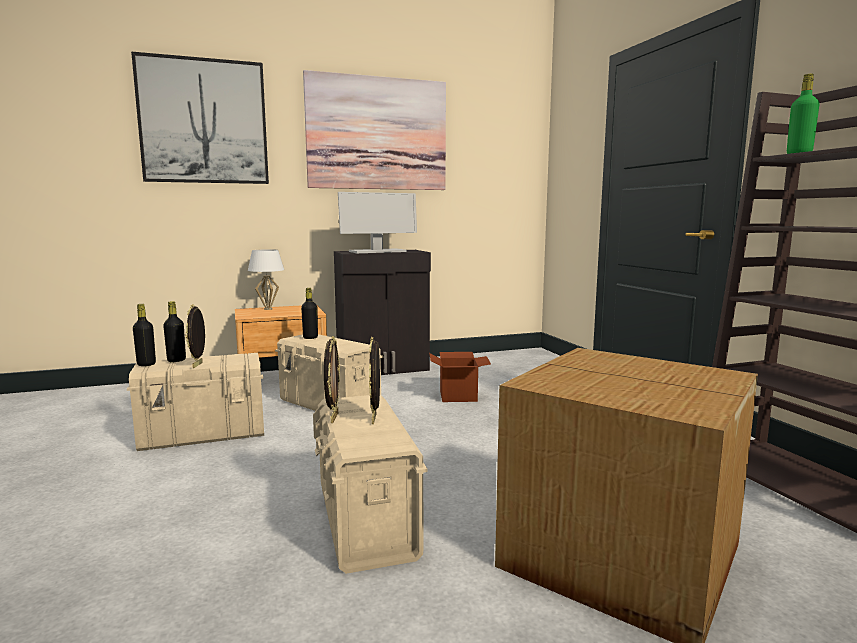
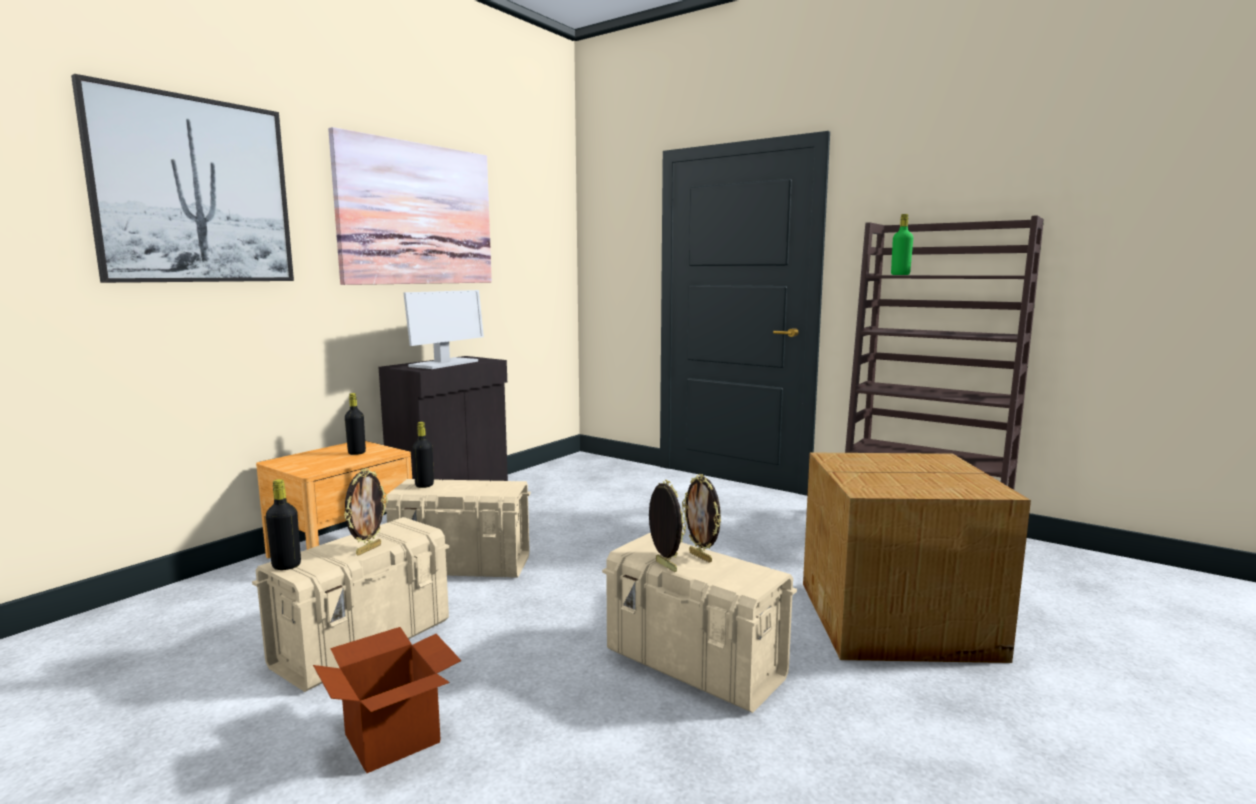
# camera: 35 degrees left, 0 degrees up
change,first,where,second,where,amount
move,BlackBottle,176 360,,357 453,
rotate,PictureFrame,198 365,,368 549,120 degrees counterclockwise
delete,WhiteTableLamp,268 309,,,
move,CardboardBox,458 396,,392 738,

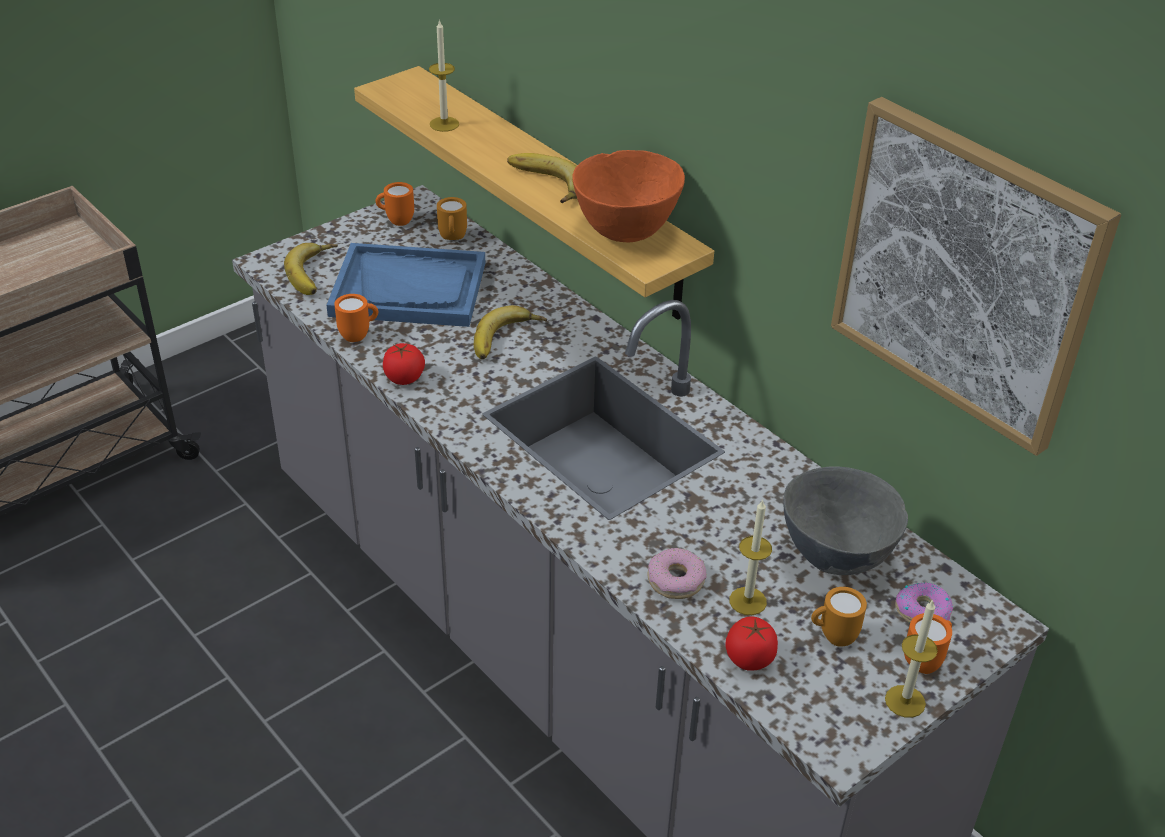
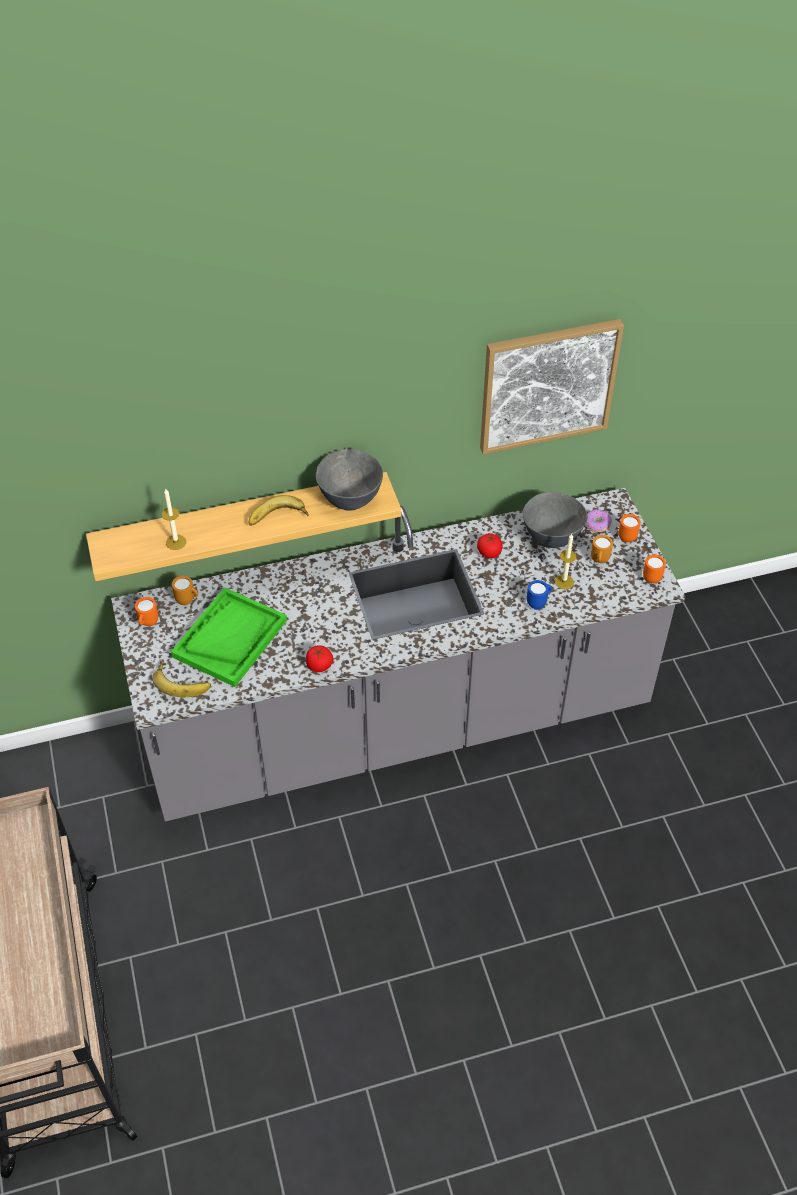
# camera: 65 degrees left, 10 degrees up
change,first,where,second,where,amount
recolor,BlueTray,409 289,GreenTray,230 638,
move,OrangeMug,359 335,,651 576,
delete,Banana,507 340,,,
recolor,OrangeBowl,624 233,GreyBowl,349 501,
replace,Donut,675 580,BlueMug,538 603,
move,Tomato,749 658,,489 553,
delete,Candle,905 701,,,

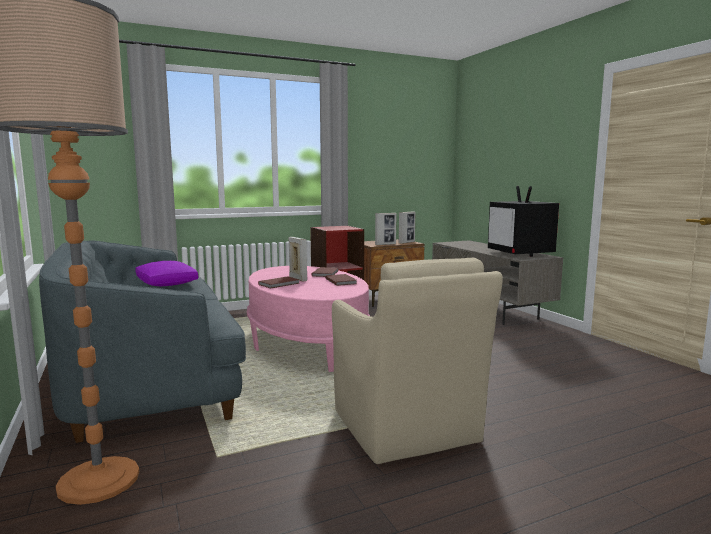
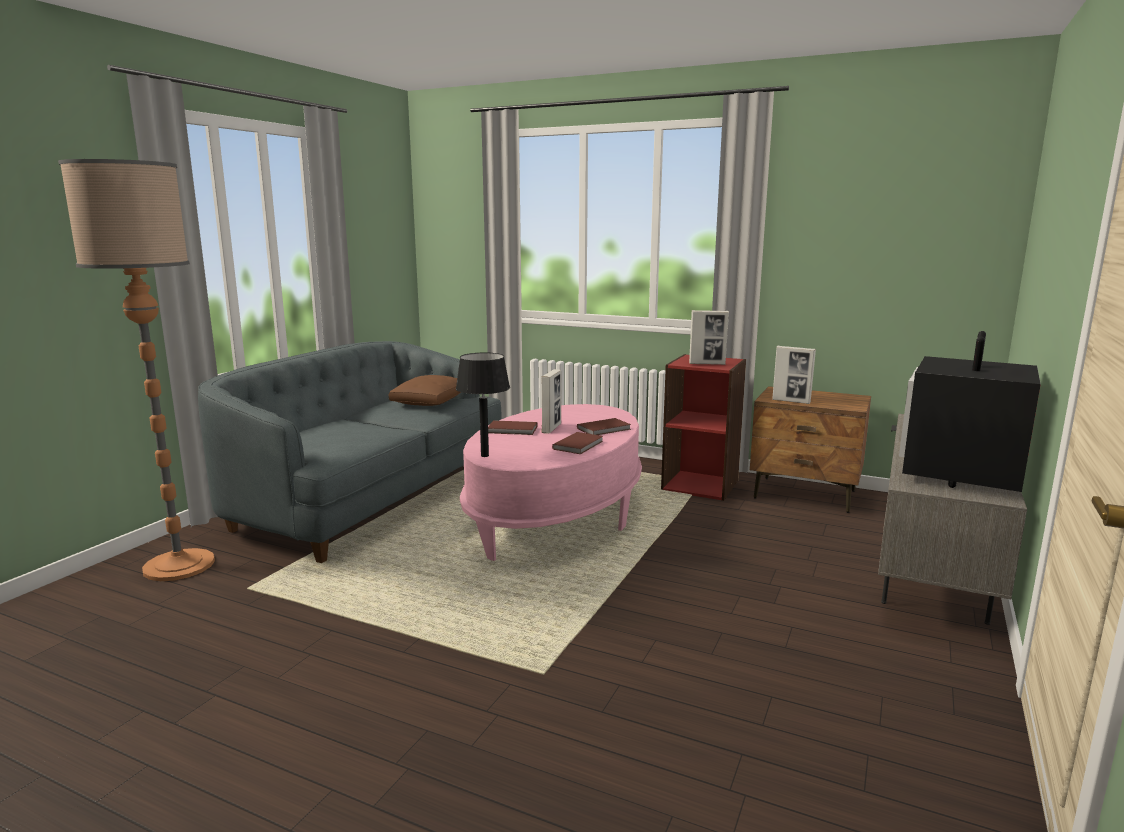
# camera: 50 degrees right, 5 degrees up
change,first,where,second,where,amount
recolor,PurplePillow,166 283,BrownPillow,429 401,
delete,BeigeArmchair,406 428,,,
move,PictureFrame,406 242,,707 364,
insert,,,BlackTableLamp,485 455,

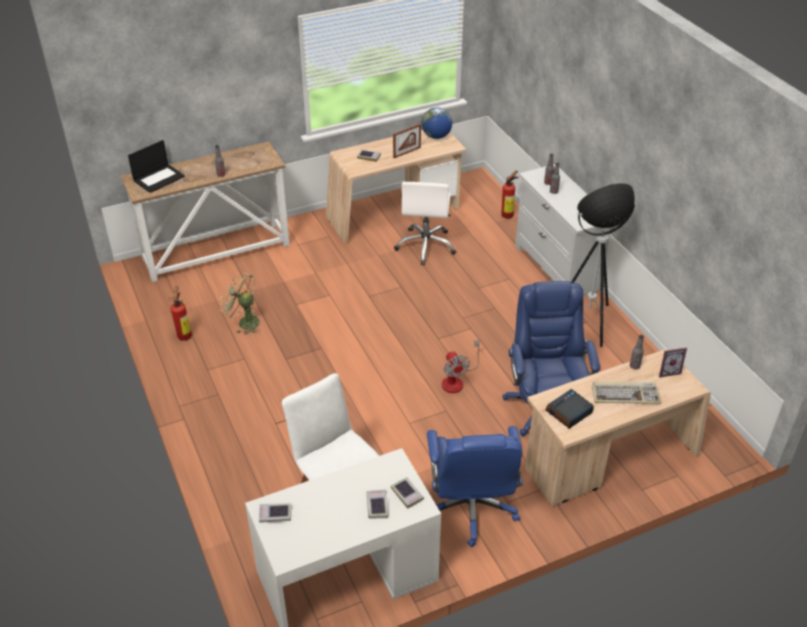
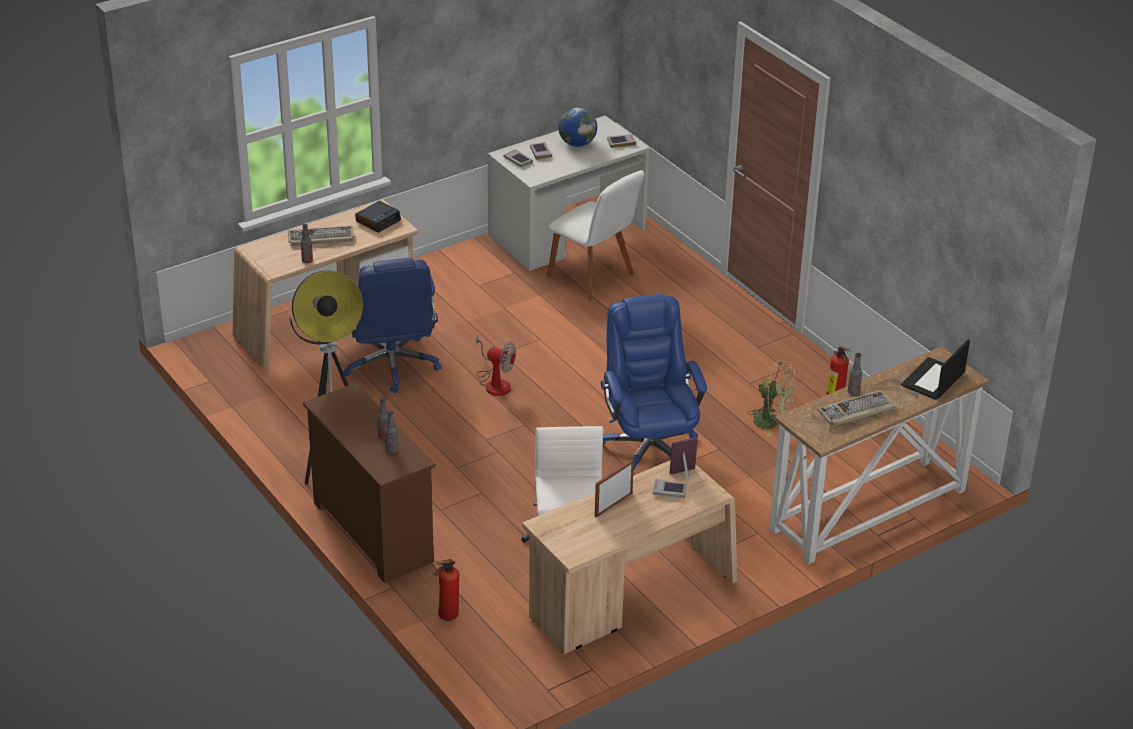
# camera: 170 degrees right, 5 degrees down
change,first,where,second,where,amount
move,Globe,436 136,,577 144,
move,BlueOfficeChair,471 508,,649 448,
rotate,Fan,456 380,,495 382,135 degrees clockwise
recolor,WhiteDresser,556 268,BrownDresser,372 531,
move,PictureFrame,667 371,,685 475,
insert,,,Keyboard,856 411,

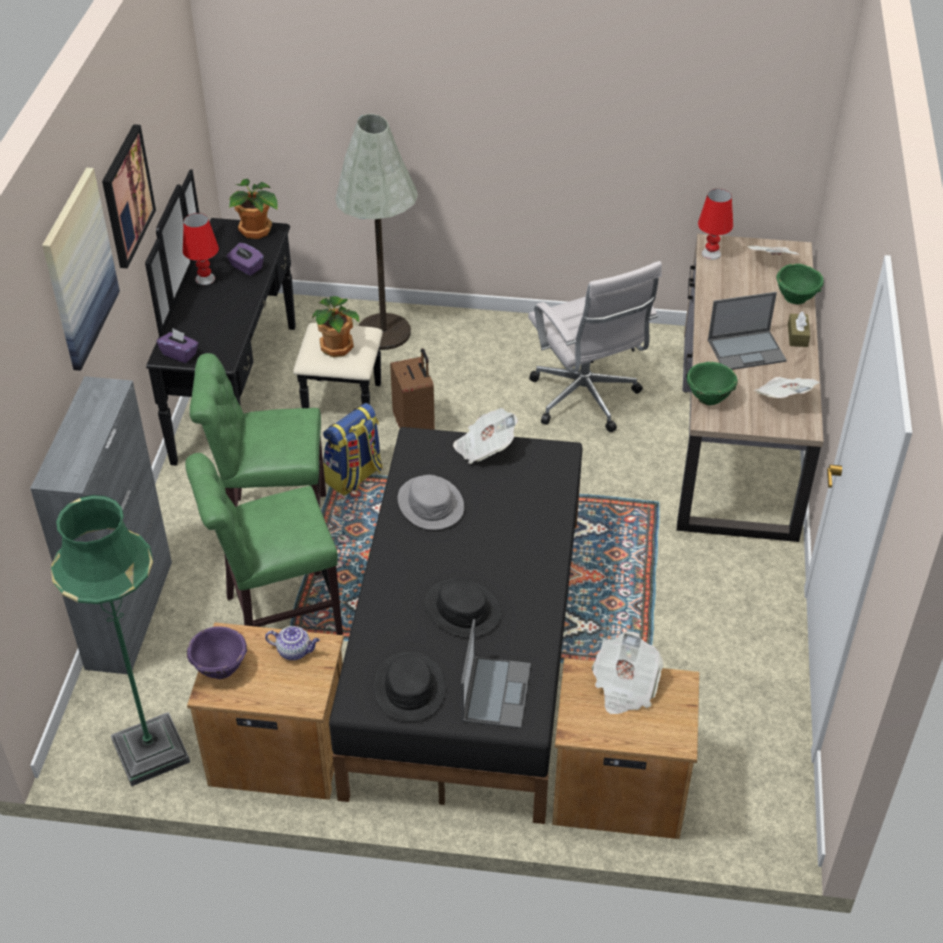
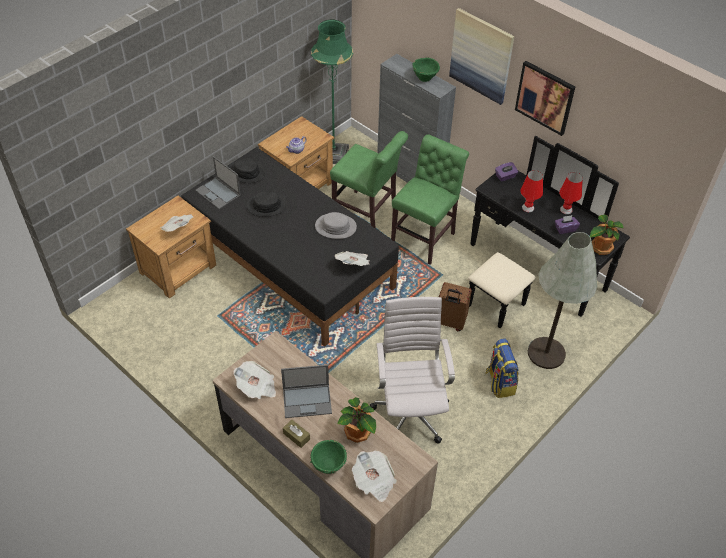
# camera: 125 degrees right, 5 degrees up
change,first,where,second,where,amount
rotate,GreenChair,276 616,,367 214,105 degrees clockwise
delete,PurpleBowl,220 667,,,
move,PottedPlant,338 347,,357 433,
move,Backpack,354 477,,499 382,
rotate,WhiteOfficeChair,586 401,,410 411,75 degrees clockwise
move,GreenBowl,708 397,,425 77,
move,RedTableLamp,711 254,,528 207,
rotate,Laptop,747 350,,307 401,120 degrees counterclockwise

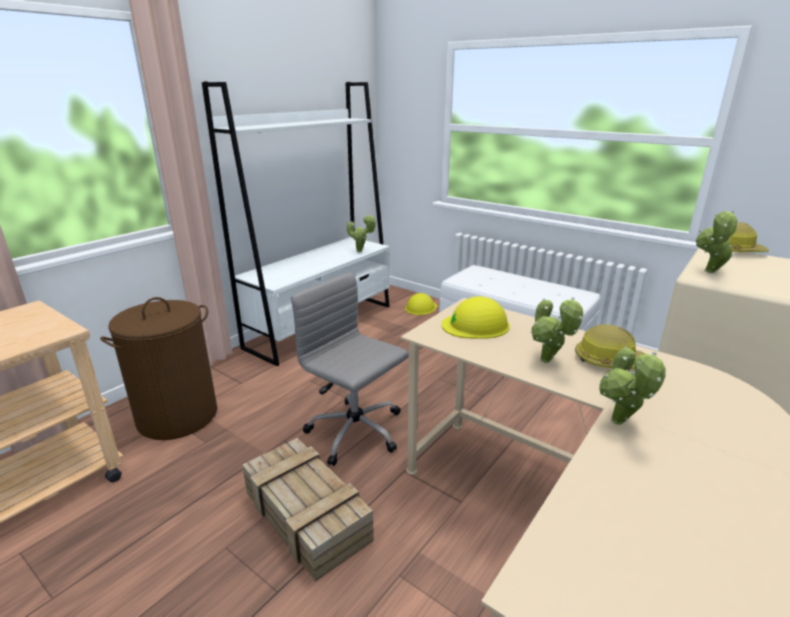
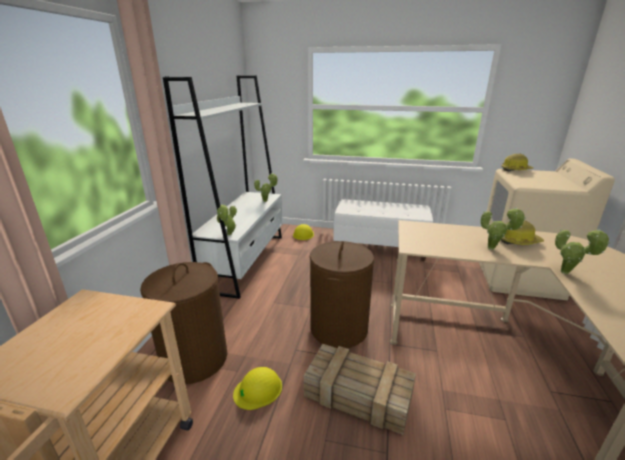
# camera: 25 degrees left, 0 degrees up
change,first,where,second,where,amount
replace,GreyOfficeChair,356 432,BrownLaundryBasket,338 328,
move,YellowHardHat,476 325,,258 389,
move,PottedPlant,709 272,,228 235,

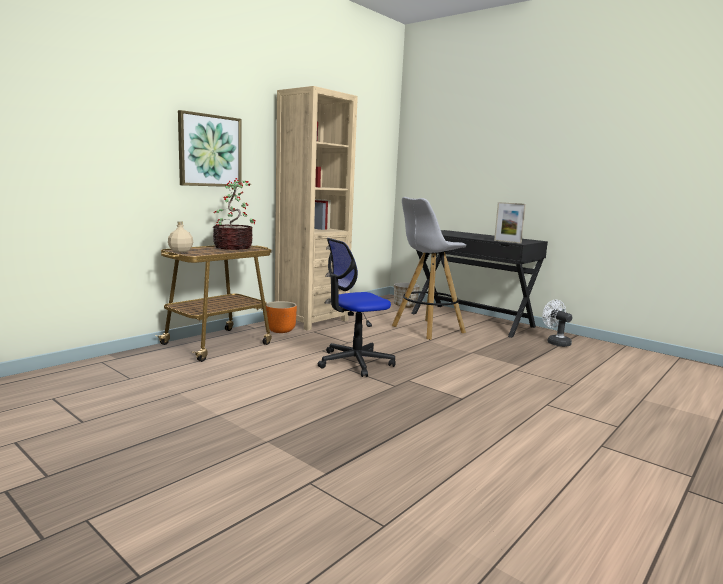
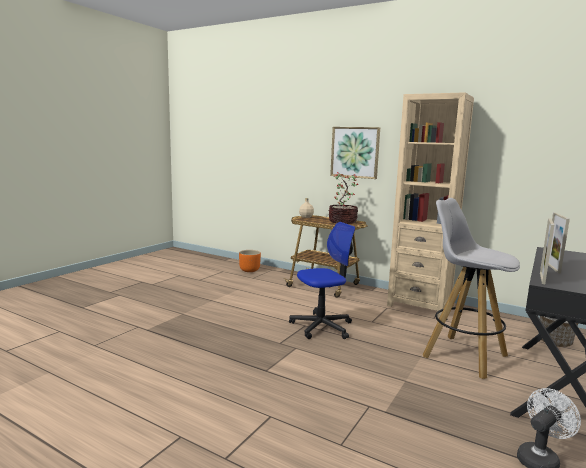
# camera: 80 degrees right, 0 degrees up
change,first,where,second,where,amount
move,OrangePlanter,281 330,,249 270,
rotate,OfficeChair,354 362,,322 326,105 degrees clockwise
insert,,,PictureFrame,552 268,

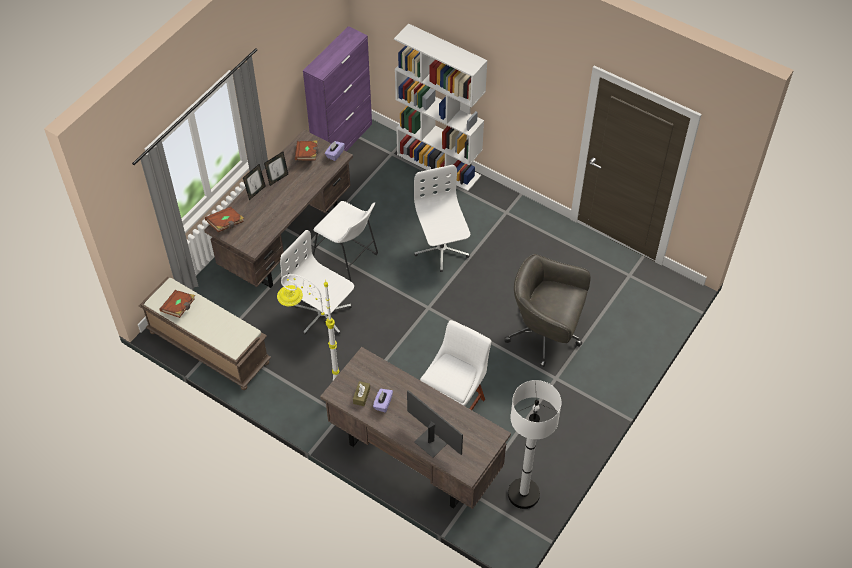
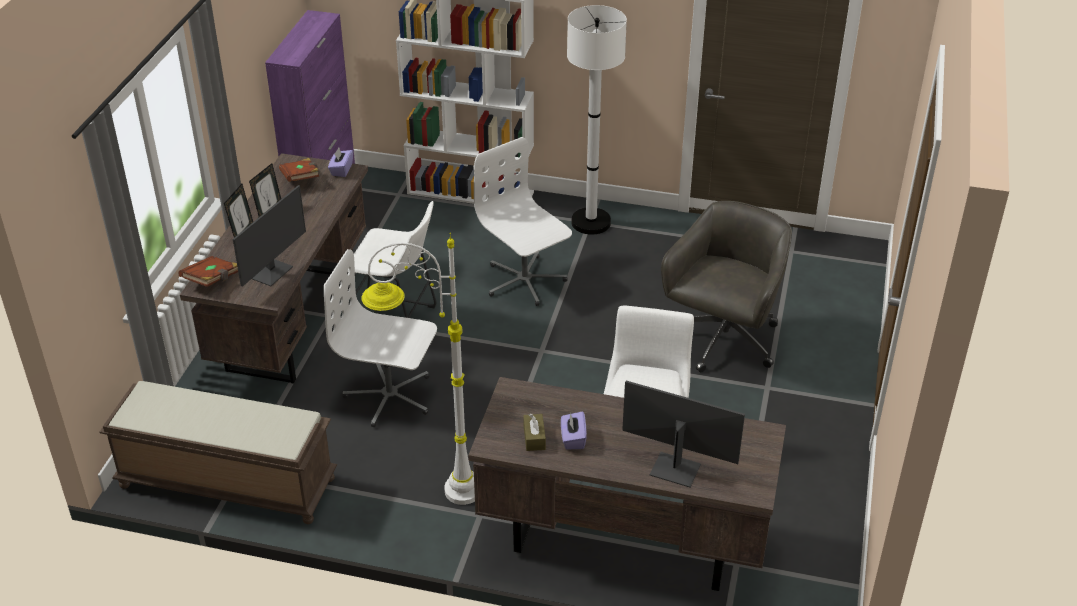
# camera: 20 degrees left, 15 degrees down
change,first,where,second,where,amount
delete,BrownBook,179 307,,,
rotate,GreyOfficeChair,545 334,,722 341,120 degrees clockwise
move,WhiteFloorLamp,523 494,,591 222,
insert,,,Monitor,271 272,

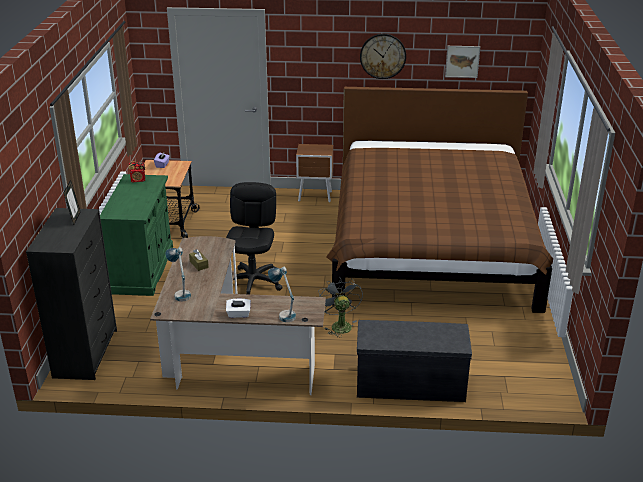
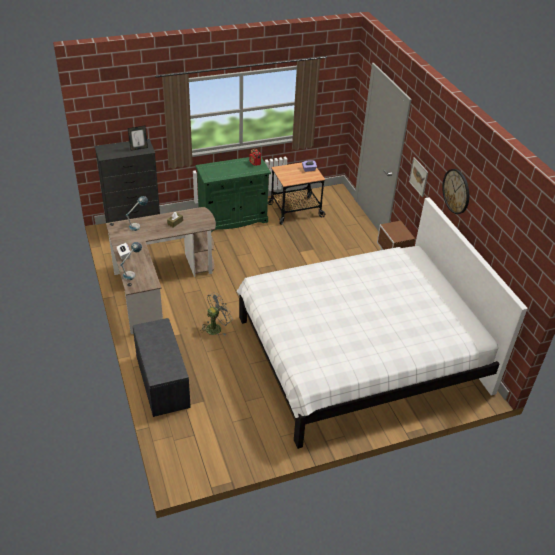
# camera: 65 degrees right, 10 degrees up
change,first,where,second,where,amount
delete,BlackOfficeChair,253 282,,,
recolor,BrownBed,431 246,WhiteBed,360 354,
move,Picture,462 61,,418 177,

